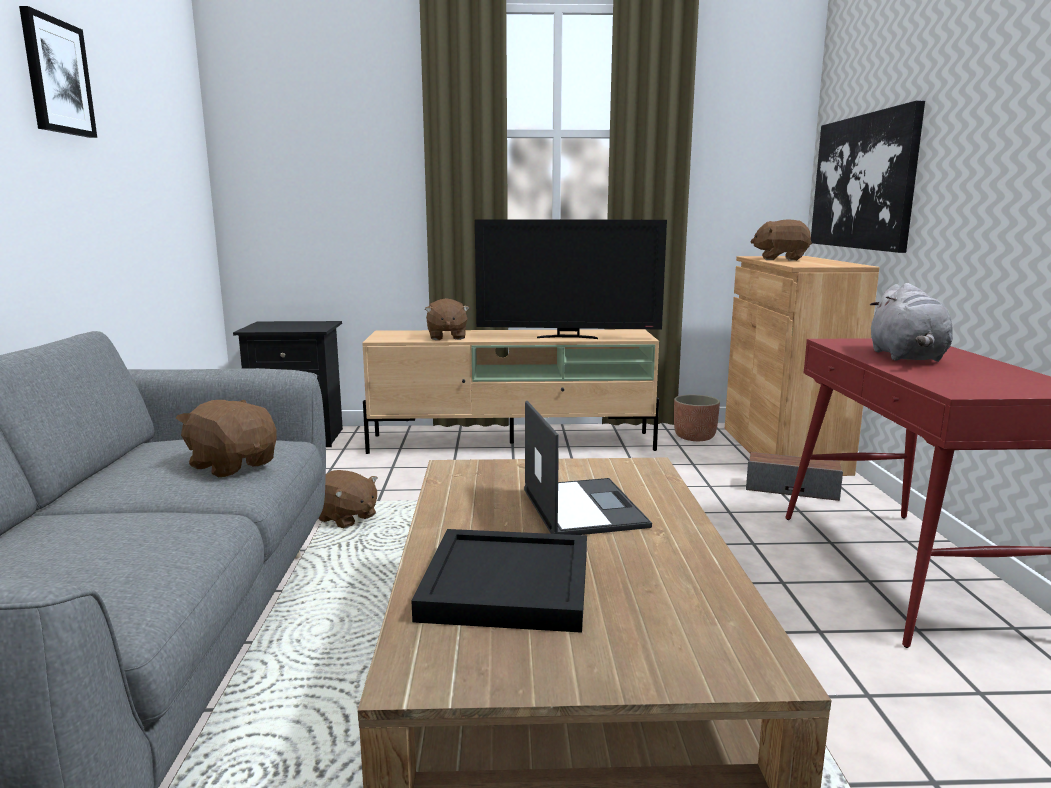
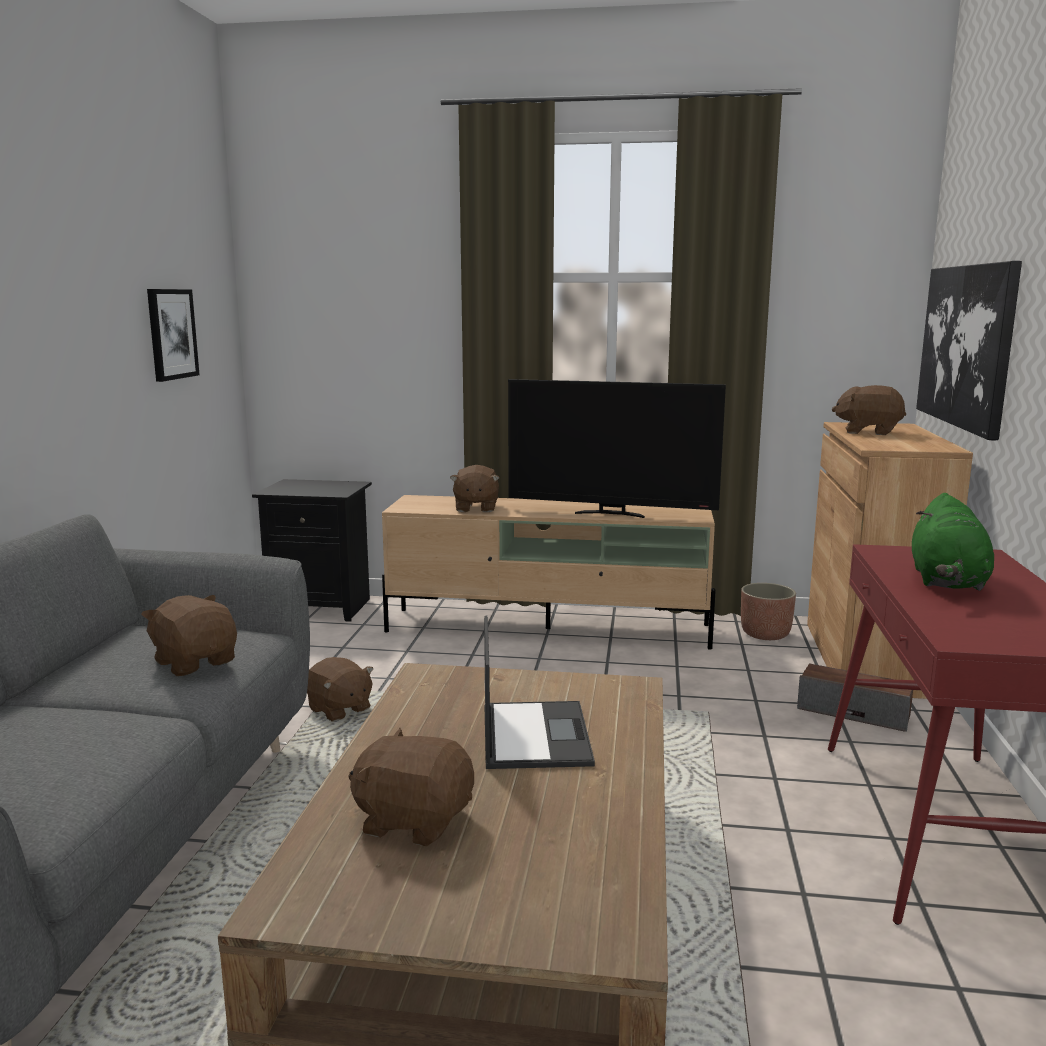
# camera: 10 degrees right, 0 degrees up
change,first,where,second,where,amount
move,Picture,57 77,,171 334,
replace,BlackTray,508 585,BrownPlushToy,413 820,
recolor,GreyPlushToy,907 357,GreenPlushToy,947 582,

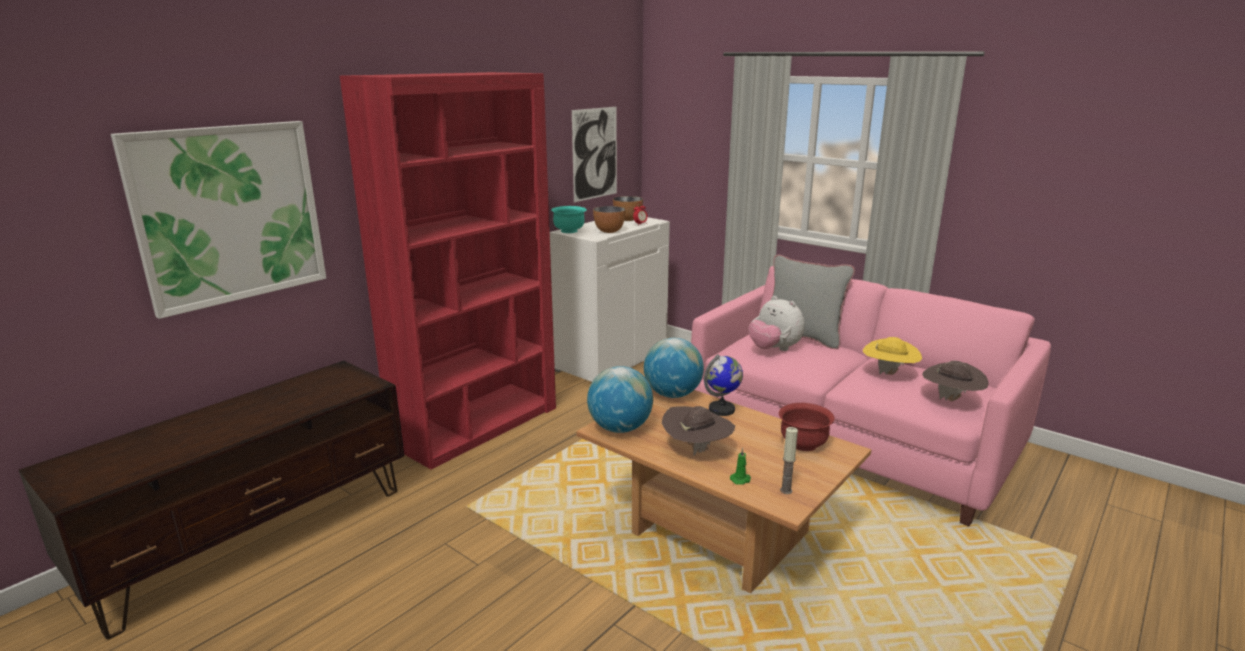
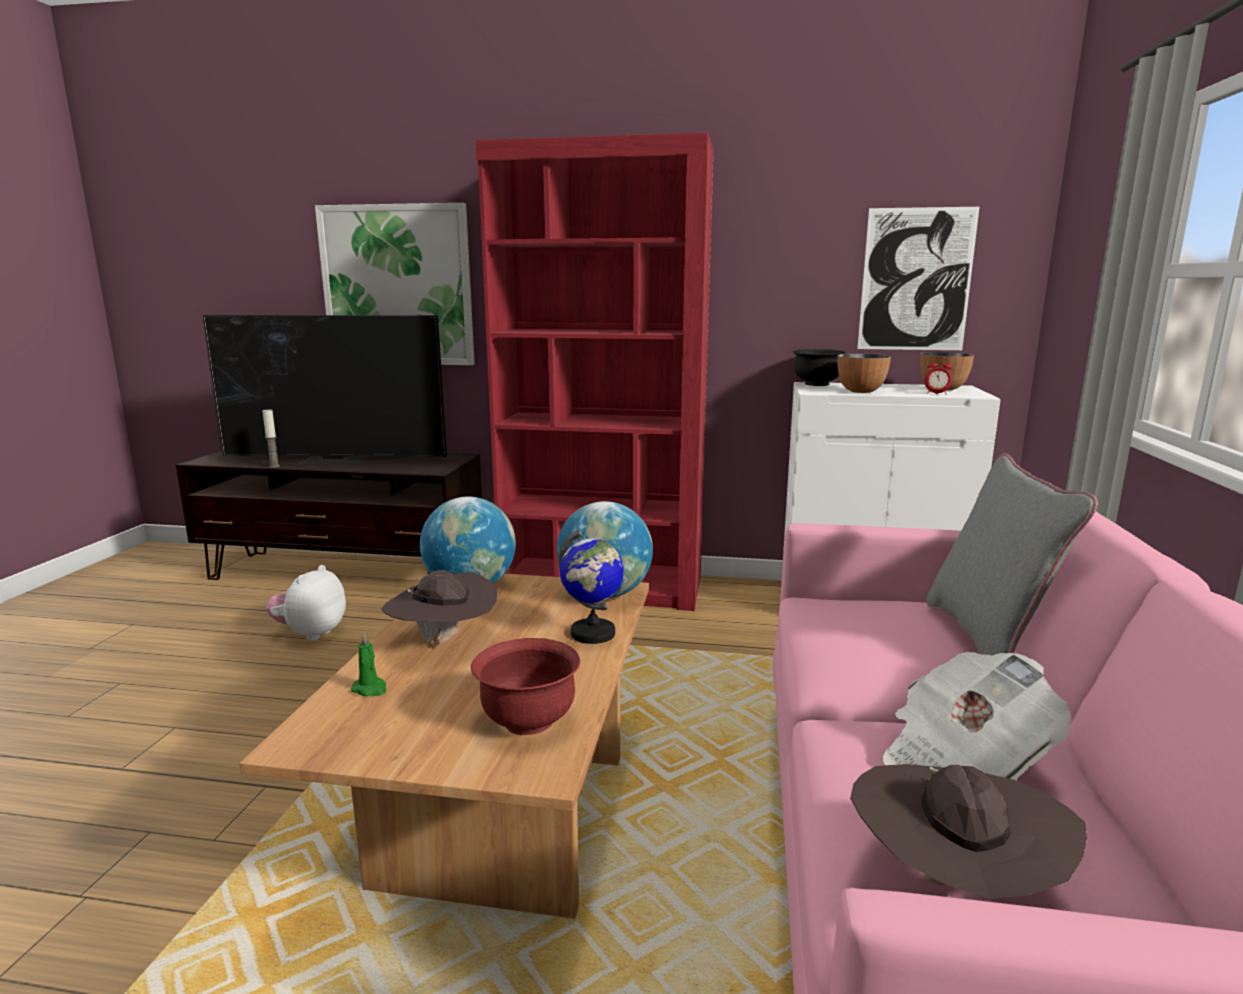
# camera: 60 degrees right, 5 degrees down
change,first,where,second,where,amount
recolor,TurquoiseBowl,569 231,BlackBowl,816 384,
move,PlushToy,774 349,,311 633,
move,Candle,786 490,,274 466,
replace,YellowHat,889 374,Newspaper,962 759,
insert,,,Television,335 460,

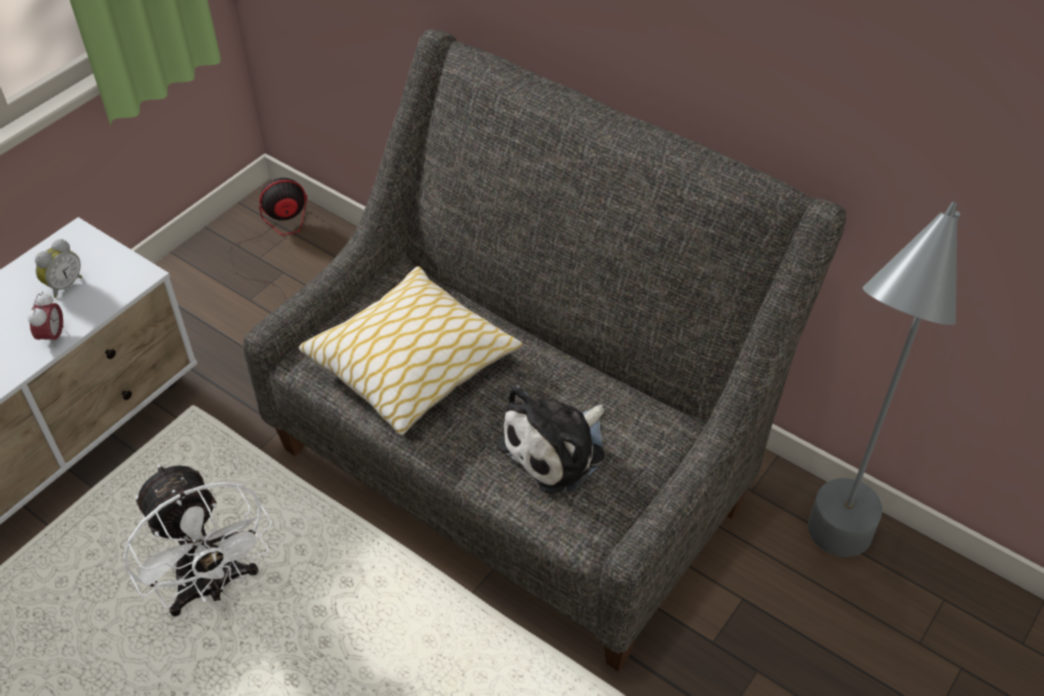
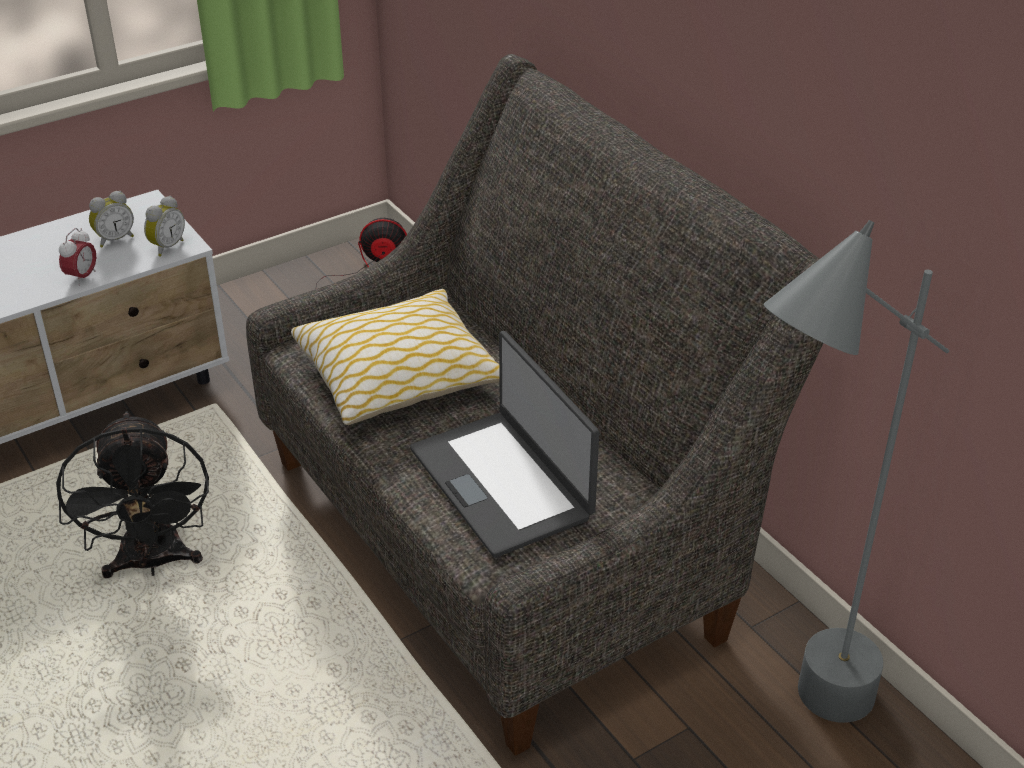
# camera: 20 degrees right, 10 degrees down
change,first,where,second,where,amount
recolor,WhiteFan,212 587,BlackFan,152 563,
replace,PlushToy,557 449,Laptop,502 482,
insert,,,AlarmClock,166 247,

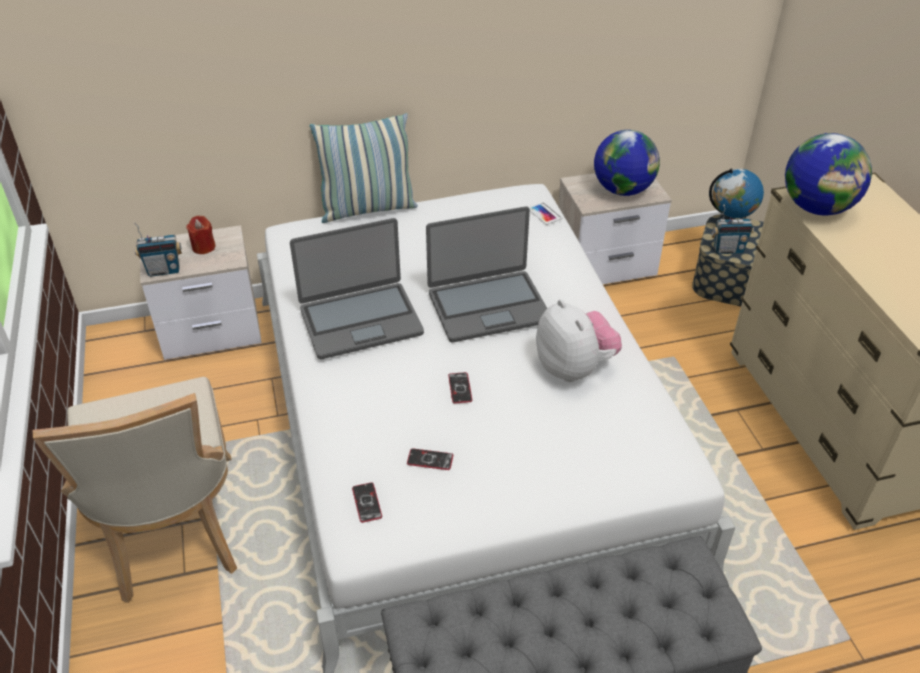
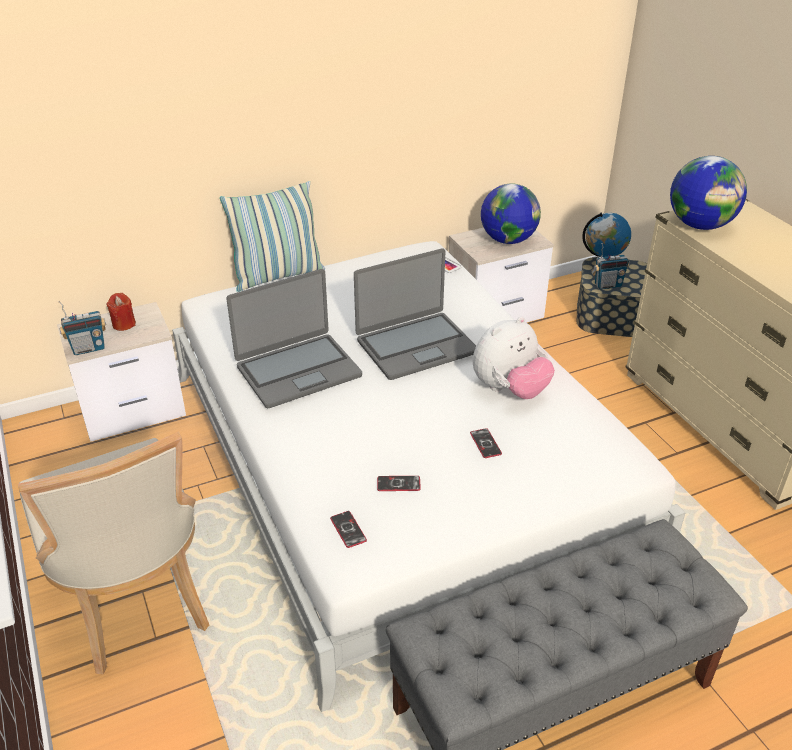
# camera: 10 degrees left, 5 degrees down
change,first,where,second,where,amount
move,Phone,460 388,,485 444,
rotate,PlushToy,574 368,,509 390,90 degrees clockwise

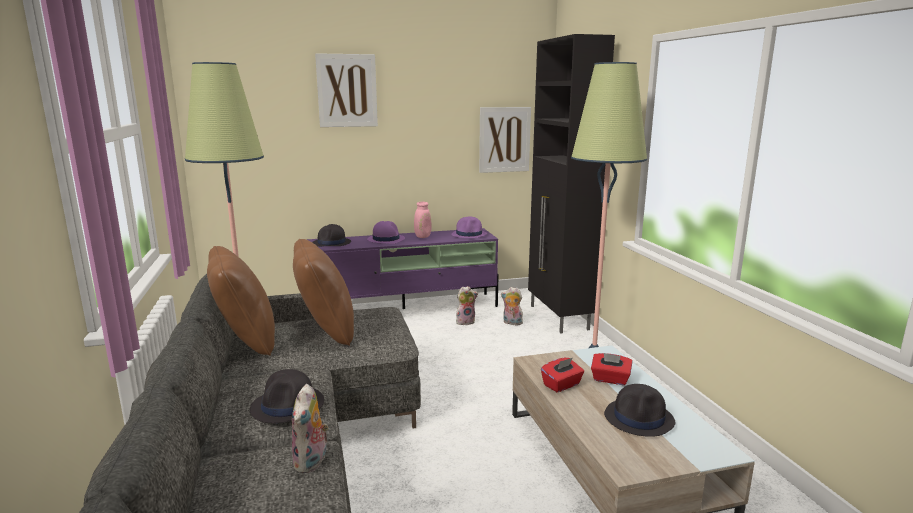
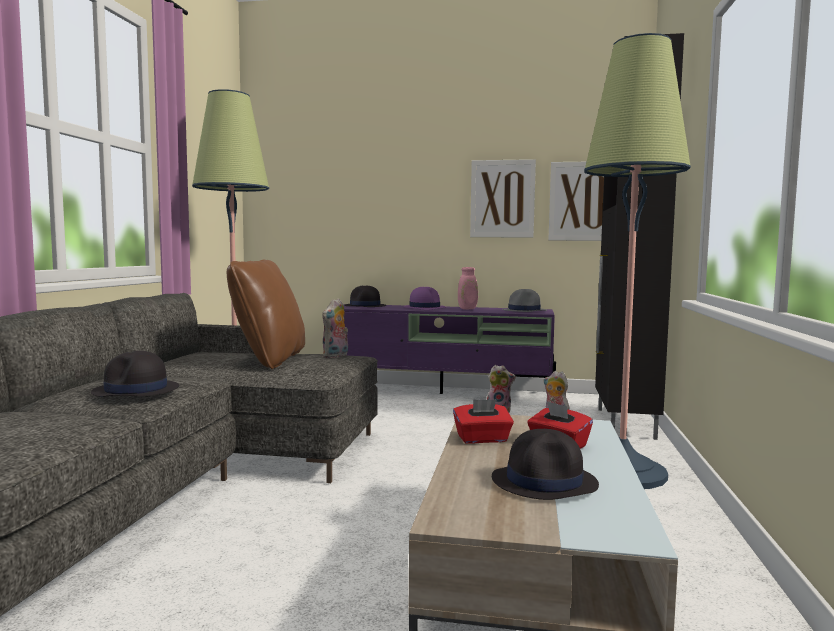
# camera: 25 degrees right, 10 degrees down
change,first,where,second,where,amount
delete,BrownPillow,245 342,,,
move,PlushToy,312 462,,336 356,
move,Picture,347 90,,502 199,
recolor,PurpleHat,469 234,GreyHat,524 311,

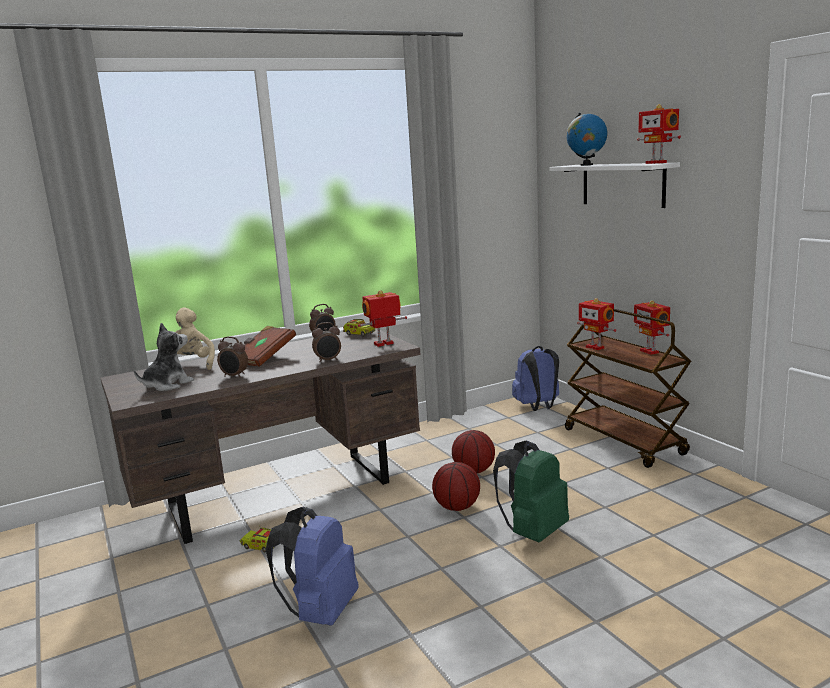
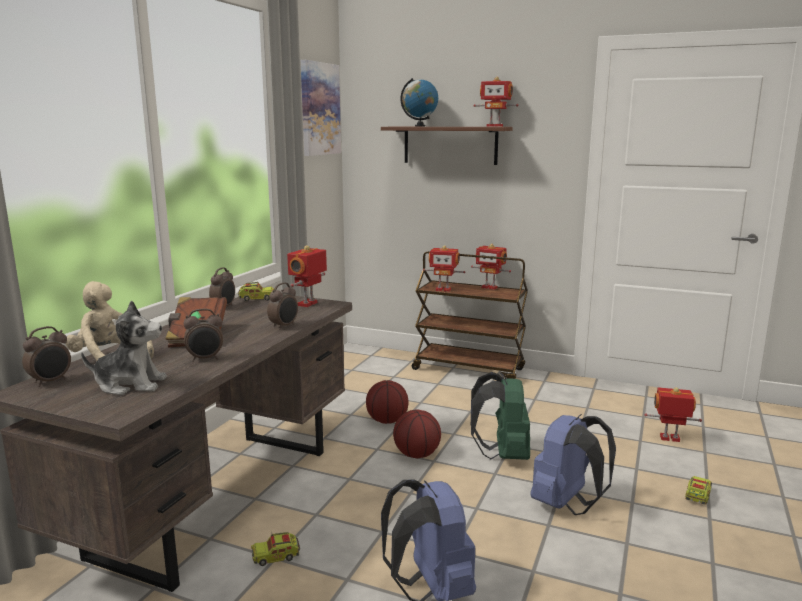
# camera: 40 degrees left, 0 degrees up
change,first,where,second,where,amount
rotate,PlushToy,167 385,,130 384,90 degrees clockwise
move,BlueBackpack,538 407,,566 505,
recolor,WhiteShelf,622 184,BrownShelf,450 145,
insert,,,AlarmClock,51 381,
insert,,,Picture,319 109,
insert,,,ToyRobot,670 439,
insert,,,ToyTruck,697 496,

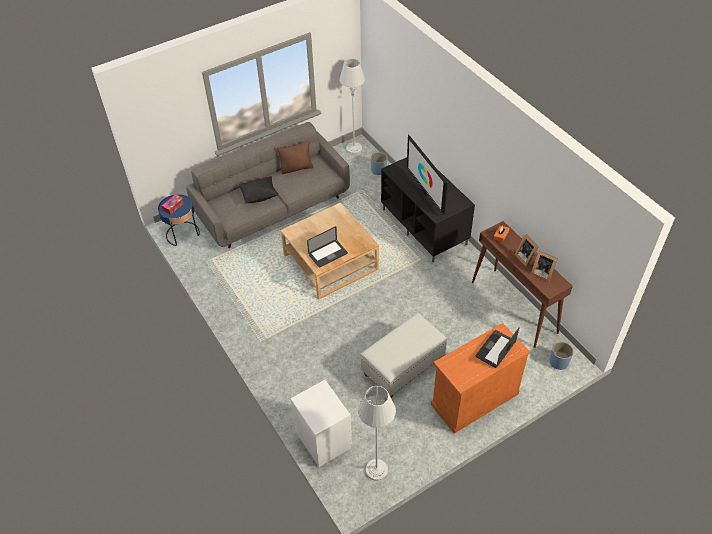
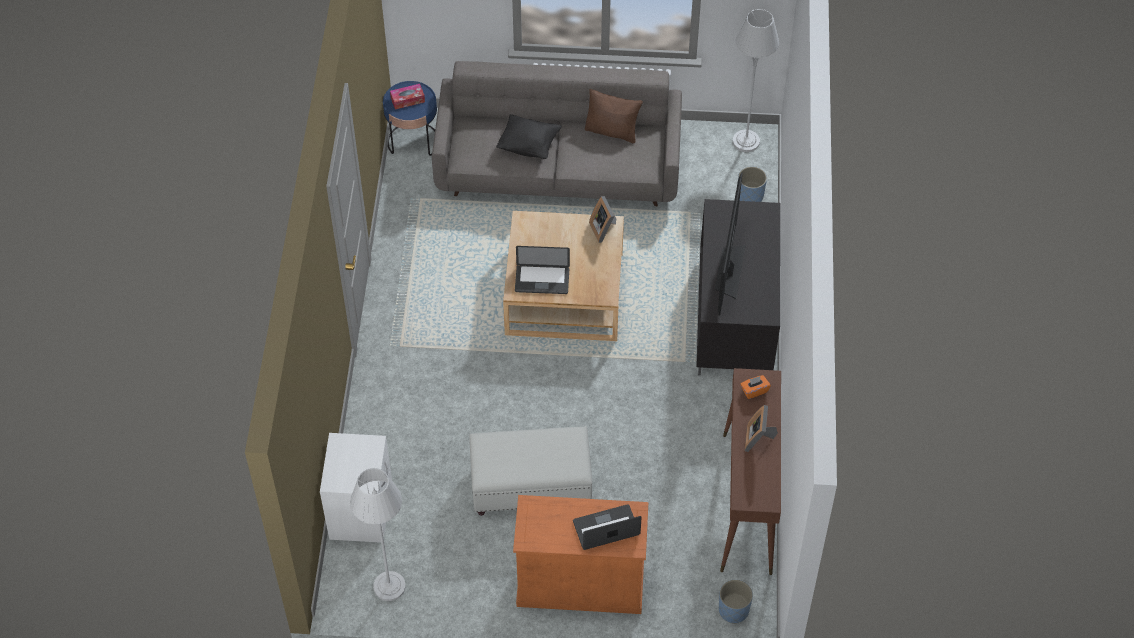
# camera: 35 degrees right, 5 degrees up
change,first,where,second,where,amount
move,PictureFrame,542 272,,604 229,

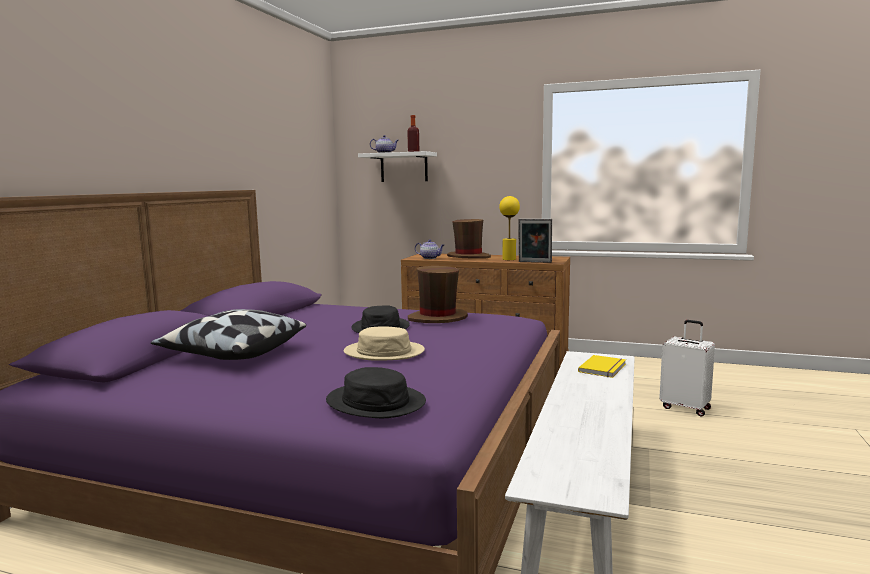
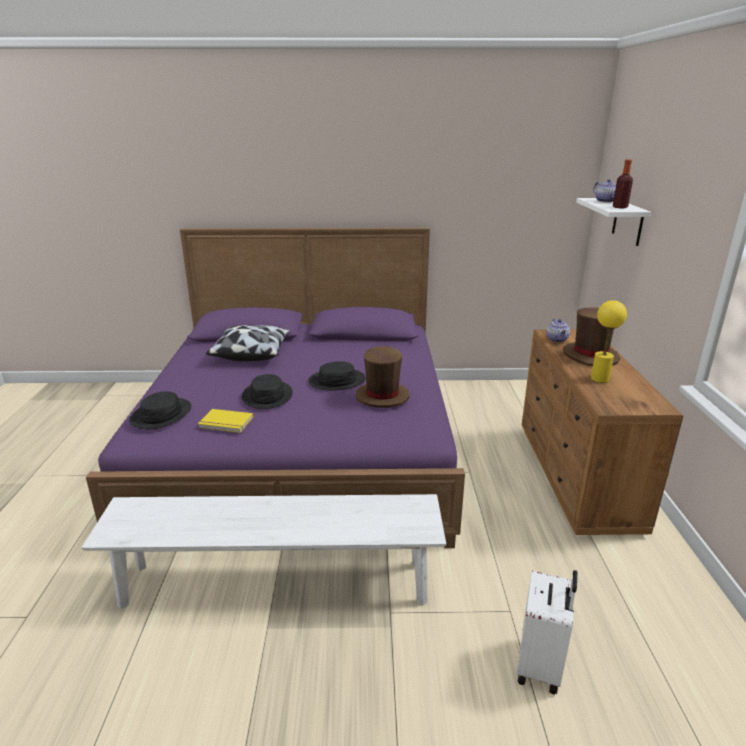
# camera: 70 degrees right, 15 degrees up
change,first,where,second,where,amount
recolor,BeigeHat,384 352,BlackHat,267 396,
delete,PictureFrame,534 262,,,
move,YellowBook,604 368,,225 423,

